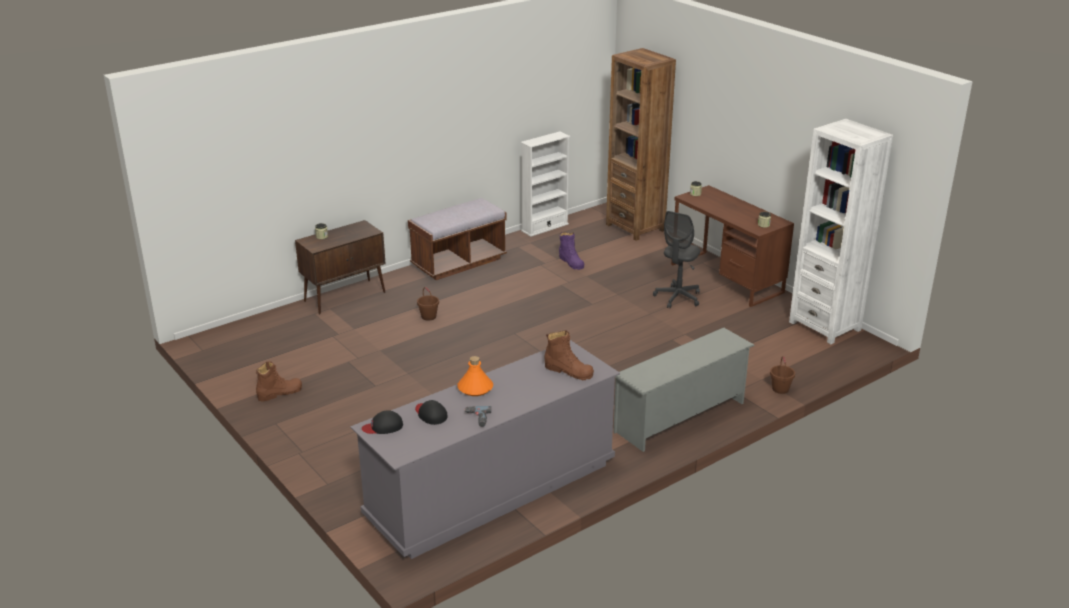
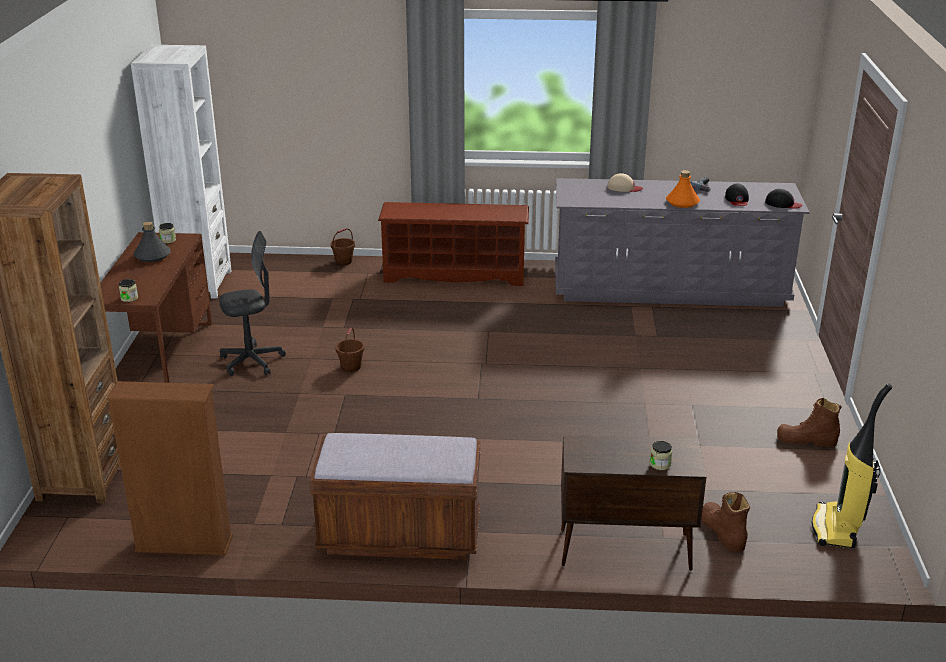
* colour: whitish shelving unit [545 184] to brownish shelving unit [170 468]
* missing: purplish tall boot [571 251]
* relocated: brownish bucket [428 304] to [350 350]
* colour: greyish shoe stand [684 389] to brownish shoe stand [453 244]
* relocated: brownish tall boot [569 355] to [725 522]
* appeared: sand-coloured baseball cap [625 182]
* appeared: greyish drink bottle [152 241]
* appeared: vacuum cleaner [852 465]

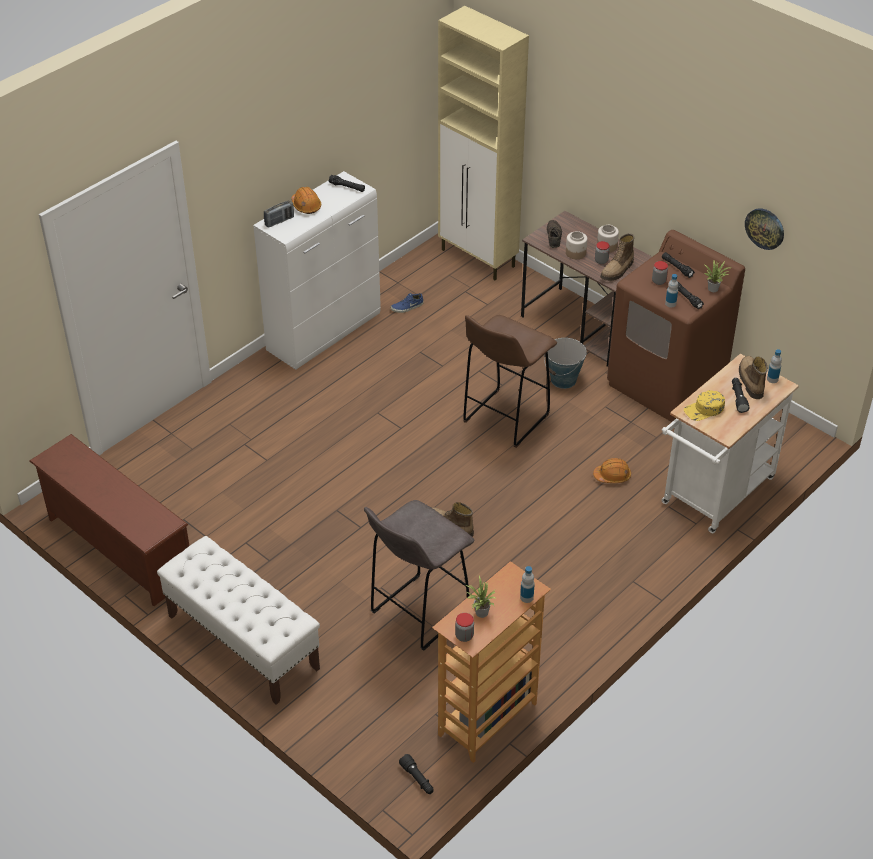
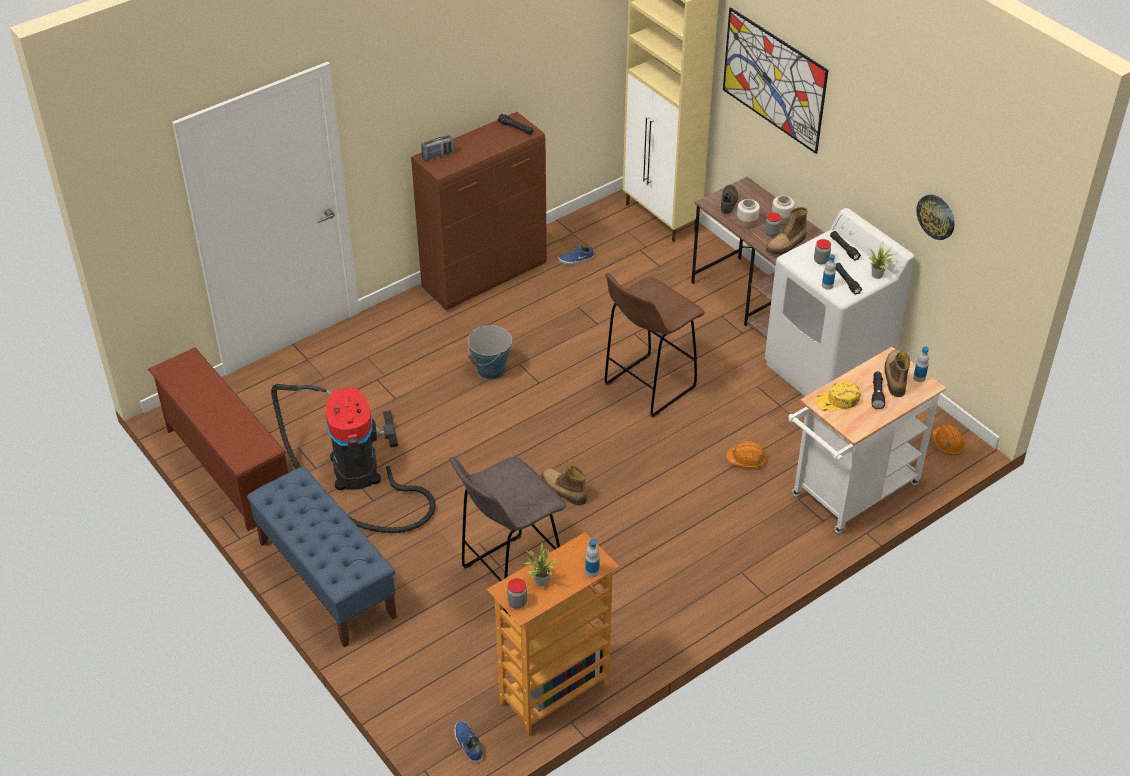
* colour: whitish storage cabinet [317 270] to brownish storage cabinet [479 211]
* relocated: orange-coloured hard hat [306 200] to [948 440]
* colour: brownish laundry appliance [676 326] to whitish laundry appliance [840 302]
* relocated: bucket [565 363] to [490 352]
* colour: whitish long seat [238 620] to bluish long seat [322 557]
* exchanged: blackish torch [416 774] to bluish low shoe [469 742]
* appeared: picture [775 80]
* appeared: vacuum cleaner [353 458]

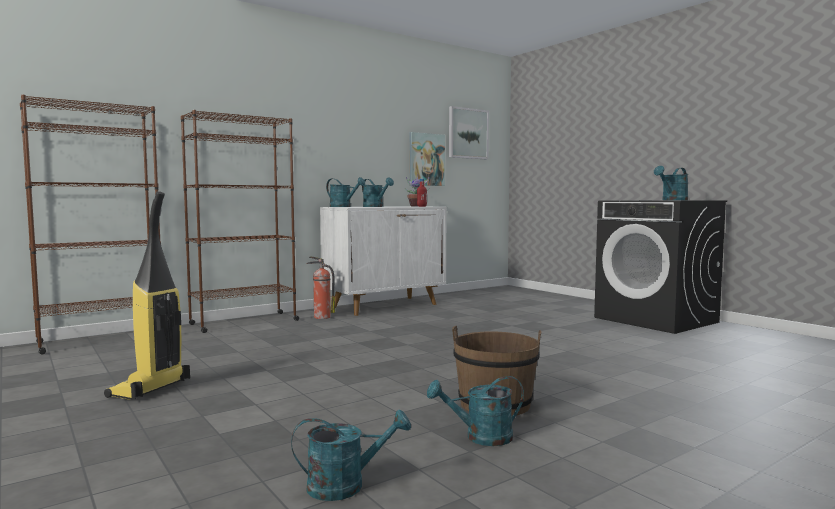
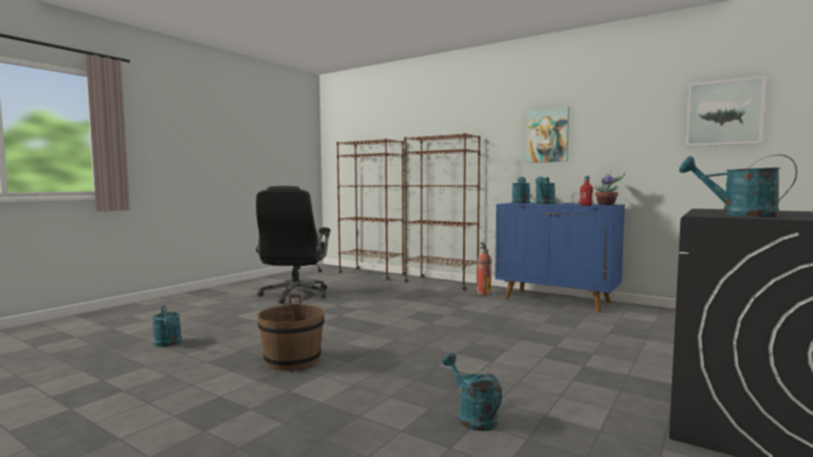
* relocated: picture [427 159] to [547 135]
* exchanged: vacuum cleaner [147 295] to blackish office chair [293 245]
* colour: whitish storage cabinet [383 261] to bluish storage cabinet [560 258]
* relocated: turquoise-coloured watering pot [475 411] to [472 392]

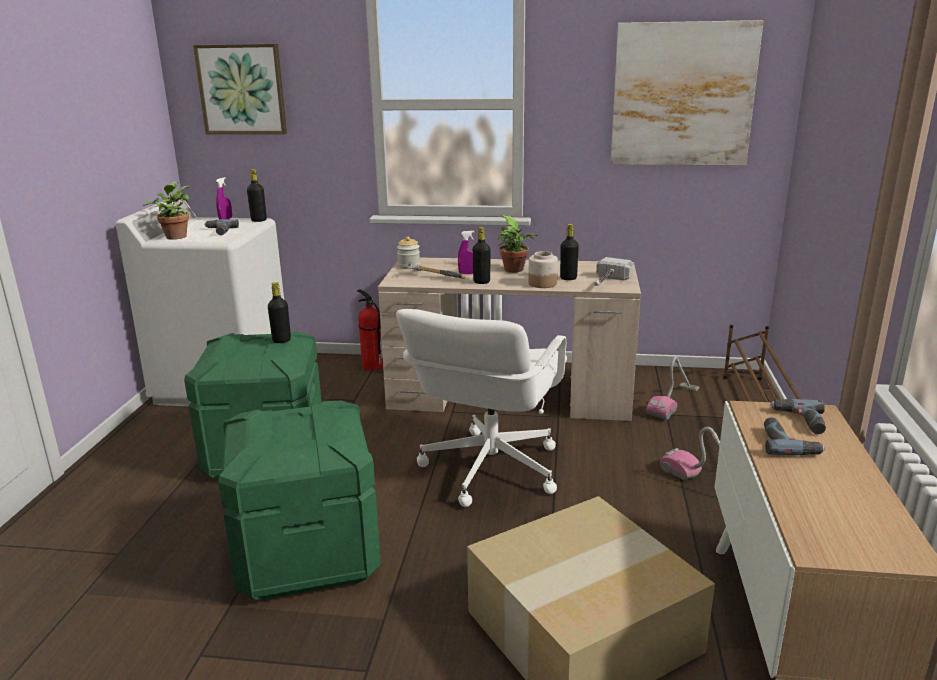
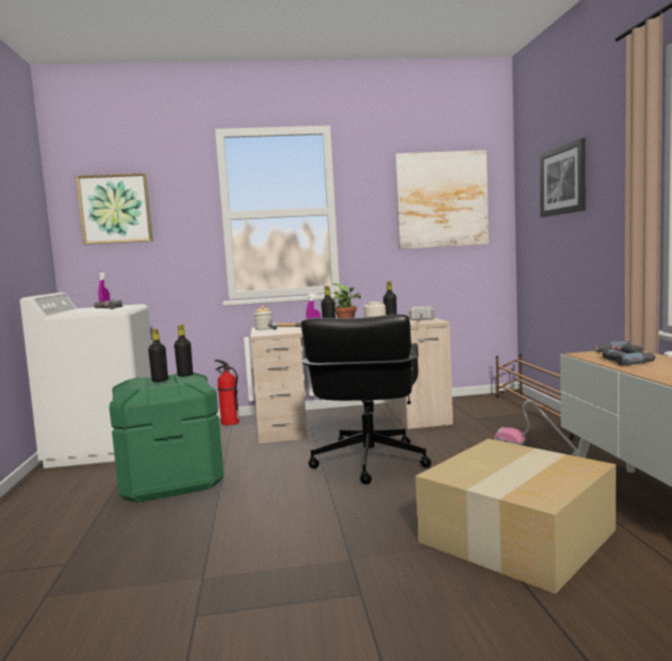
* relocated: blackish drink bottle [257 195] to [158 355]
* missing: plant in a pot [166 210]
* colour: whitish office chair [481 408] to blackish office chair [366 399]
* missing: vacuum cleaner [672 388]
* missing: green-coloured storage container [299 500]
* appeared: picture [562 177]

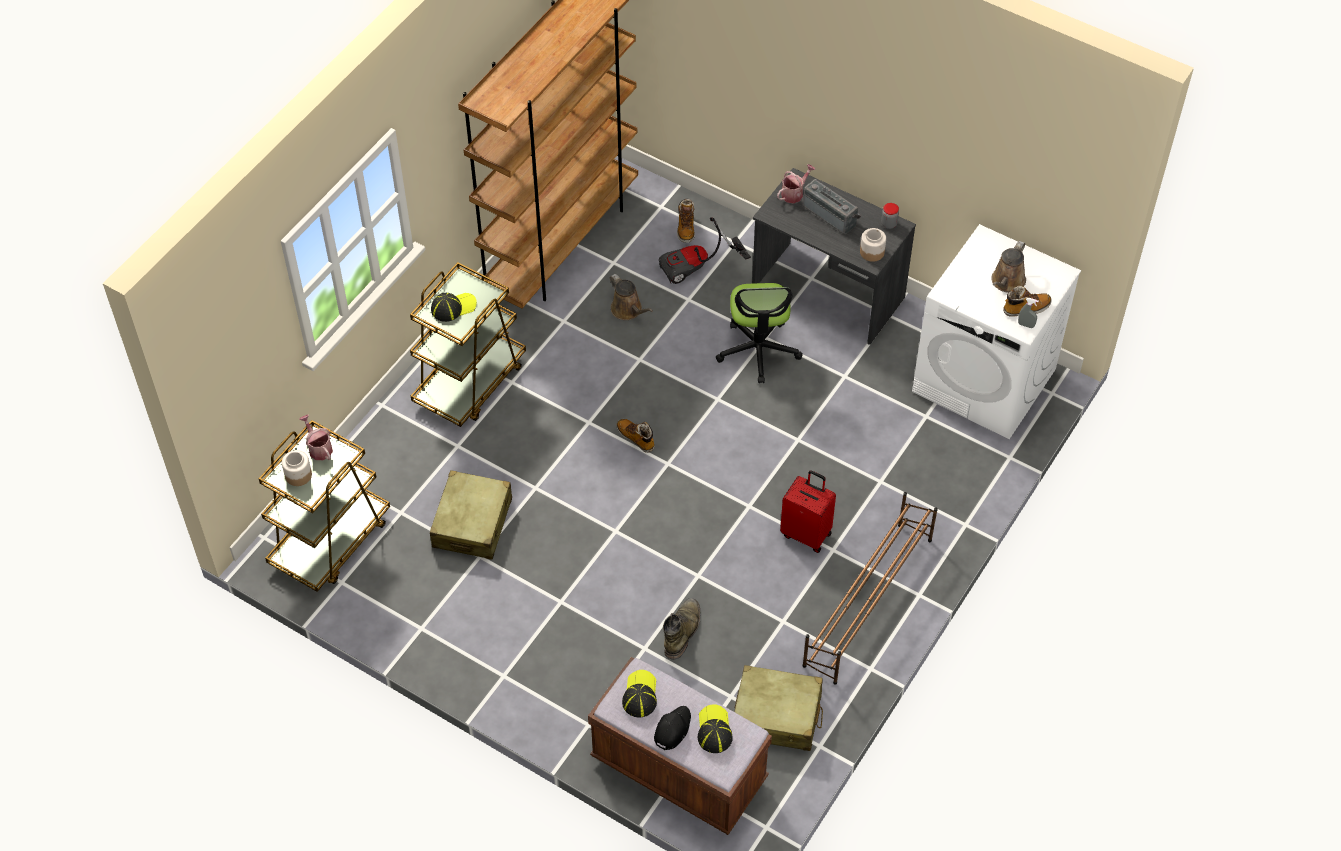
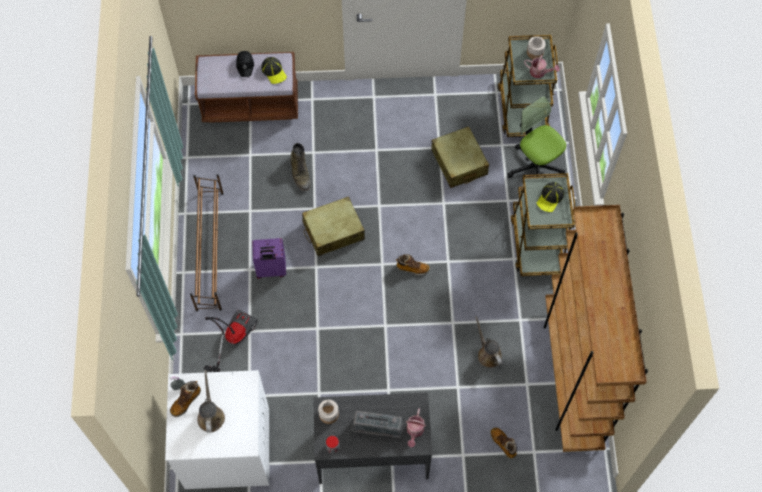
* relocated: vacuum cleaner [705 250] to [230 341]
* spun: brownish watering pot [631 297] = [488 342] 45 degrees clockwise
* relocated: office chair [759 333] to [536 137]
* colour: red-coloured travel case [808 511] to purplish travel case [269 258]
* relocated: sand-coloured travel case [778 708] to [333 226]
* missing: baseball cap [715 728]

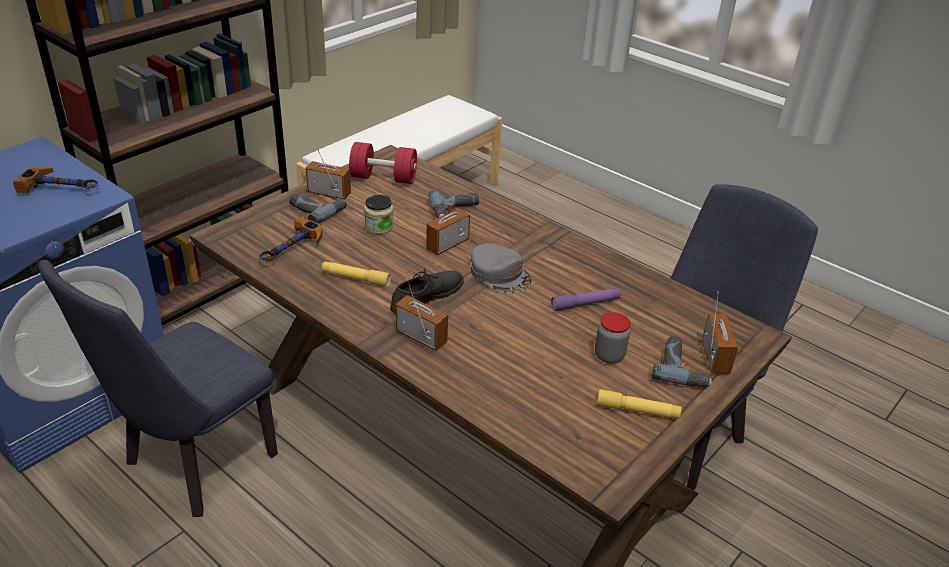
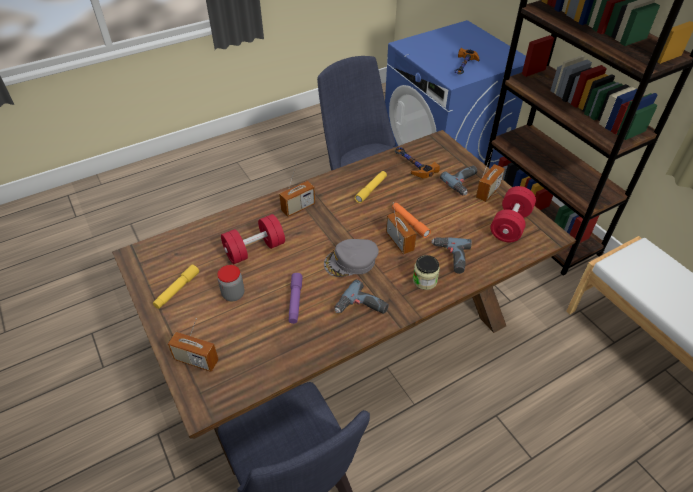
* relocated: storage jar [379 214] to [426 272]
* missing: greyish low shoe [427 291]
* relocated: drill [682 362] to [362 297]
* appeared: orange-coloured torch [411 220]
* appeared: red-coloured dumbbell [253 239]

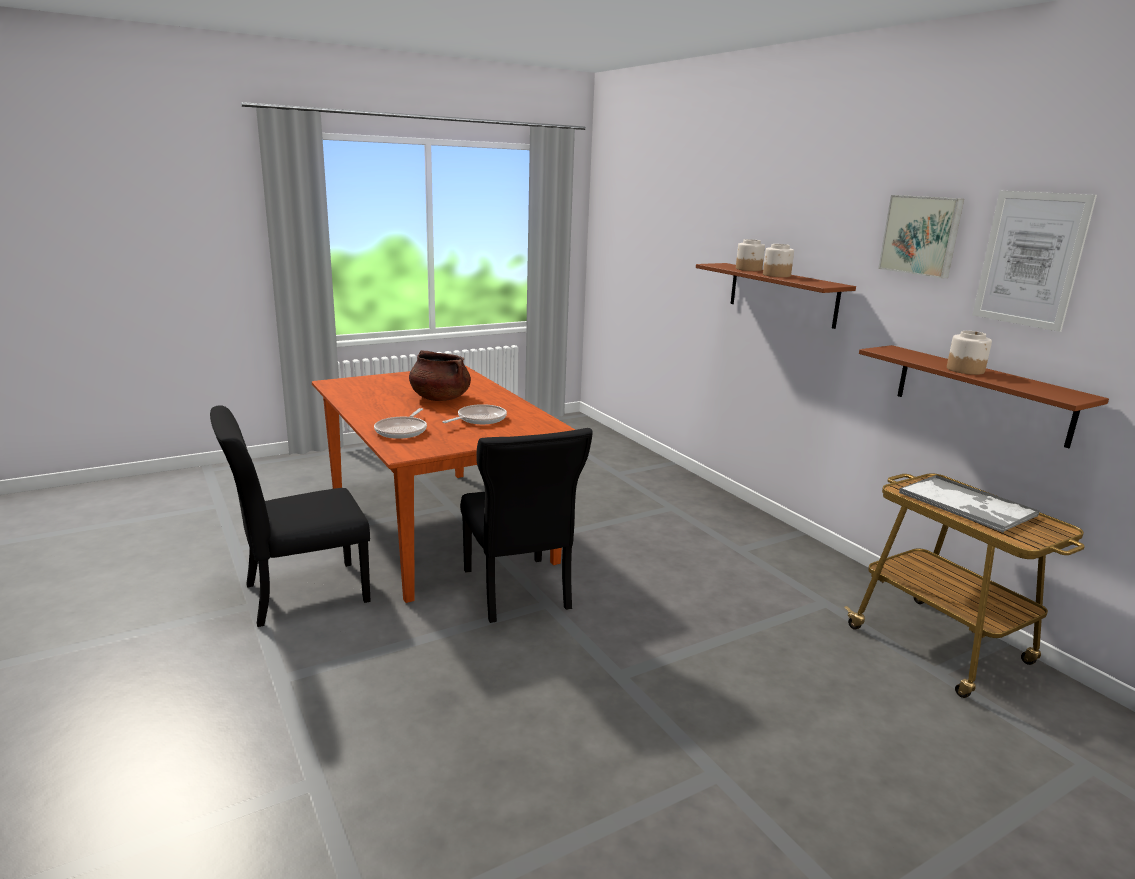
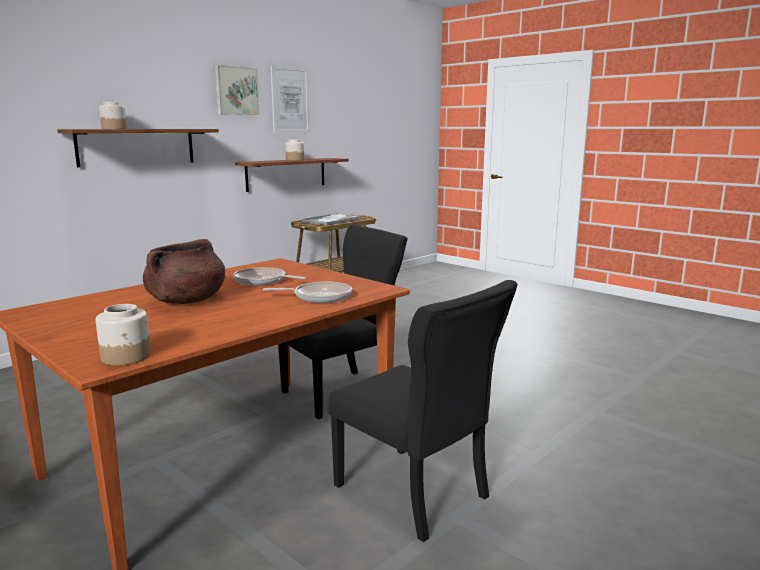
* relocated: storage jar [778 260] to [123 335]

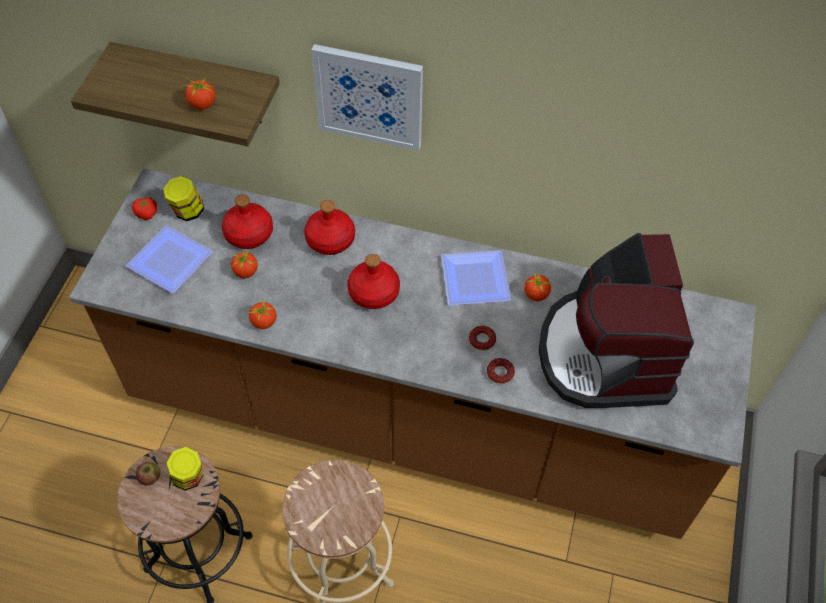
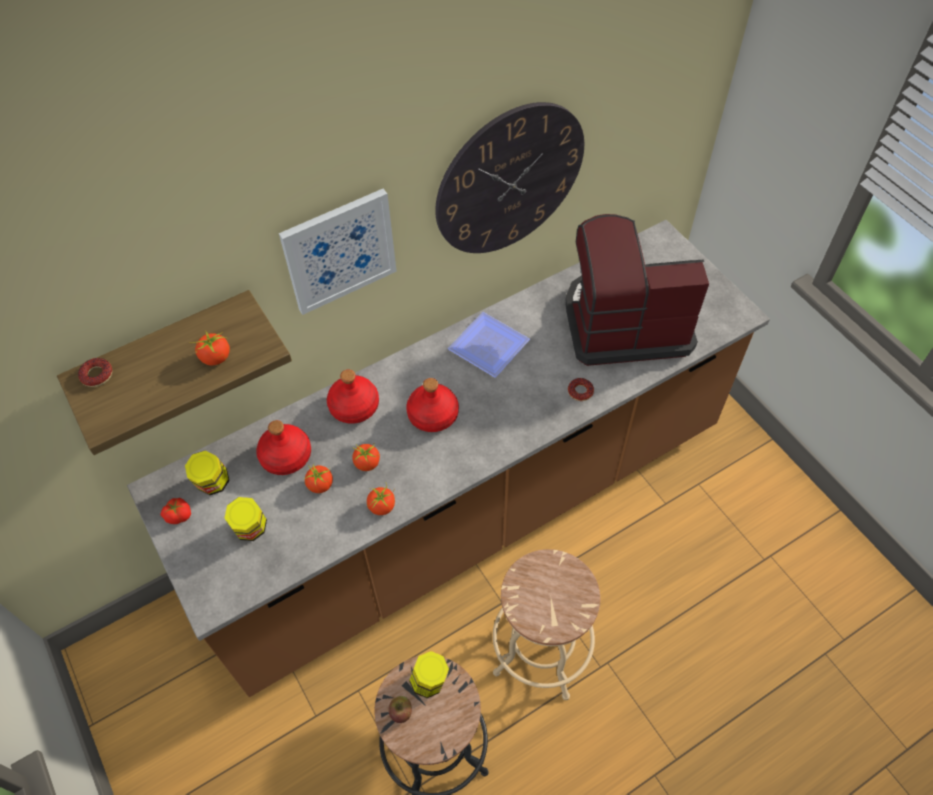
* exchanged: dinner plate [169 259] to storage jar [245 519]
* spun: coffee maker [616 320] = [637 290] 135 degrees clockwise
* relocated: tomato [538 286] to [366 457]
* relocated: donut [482 338] to [95 372]
* appeared: clock on the wall [509 177]

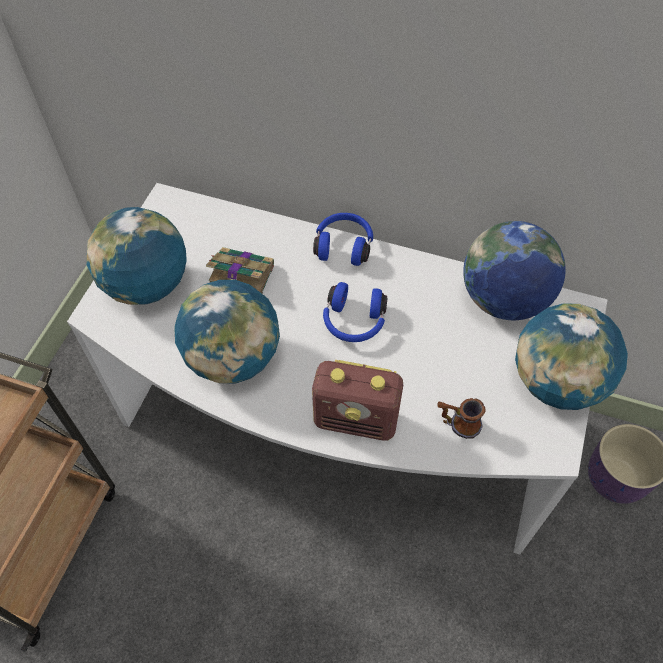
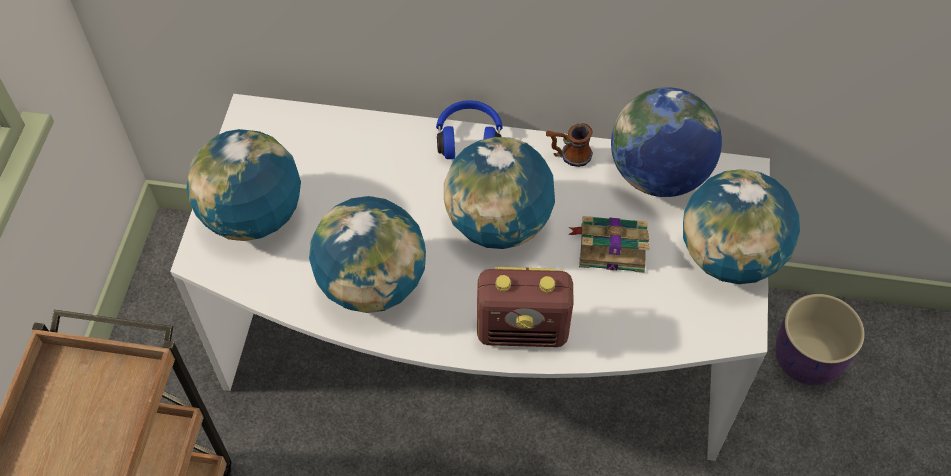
* relocated: bound book [240 270] to [608 244]
* exchanged: bluish pair of headphones [355 312] to globe [499 193]
* relocated: tea mug [461 418] to [569 145]

